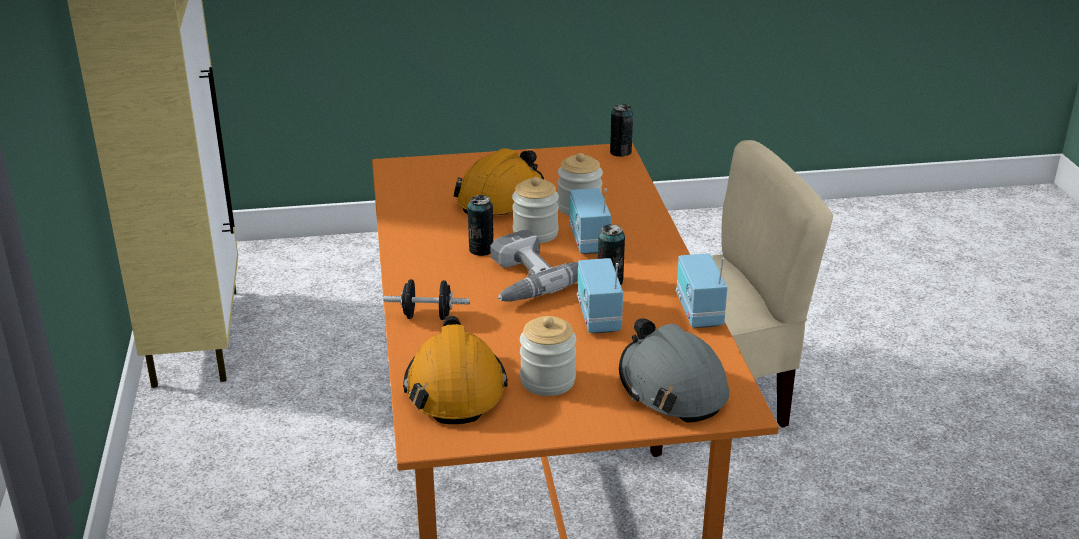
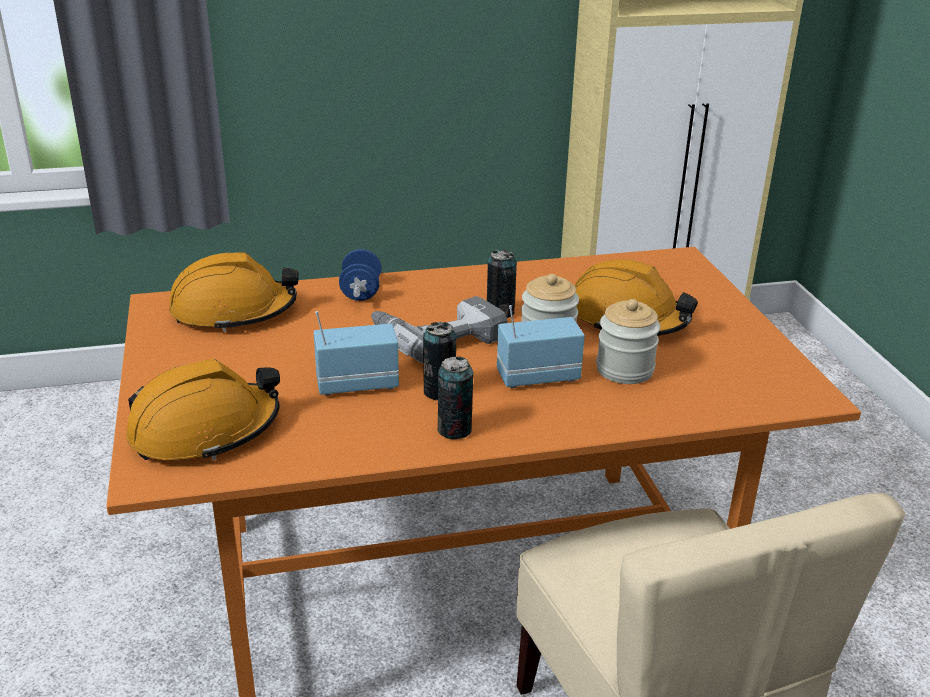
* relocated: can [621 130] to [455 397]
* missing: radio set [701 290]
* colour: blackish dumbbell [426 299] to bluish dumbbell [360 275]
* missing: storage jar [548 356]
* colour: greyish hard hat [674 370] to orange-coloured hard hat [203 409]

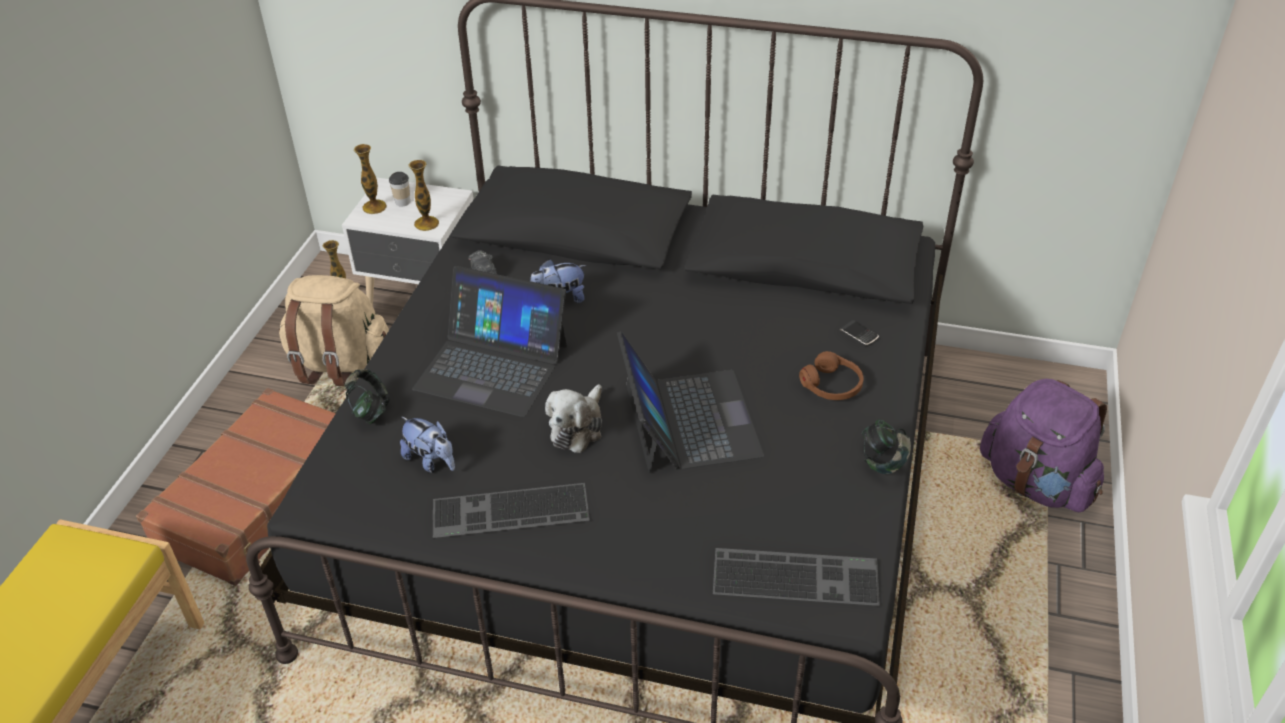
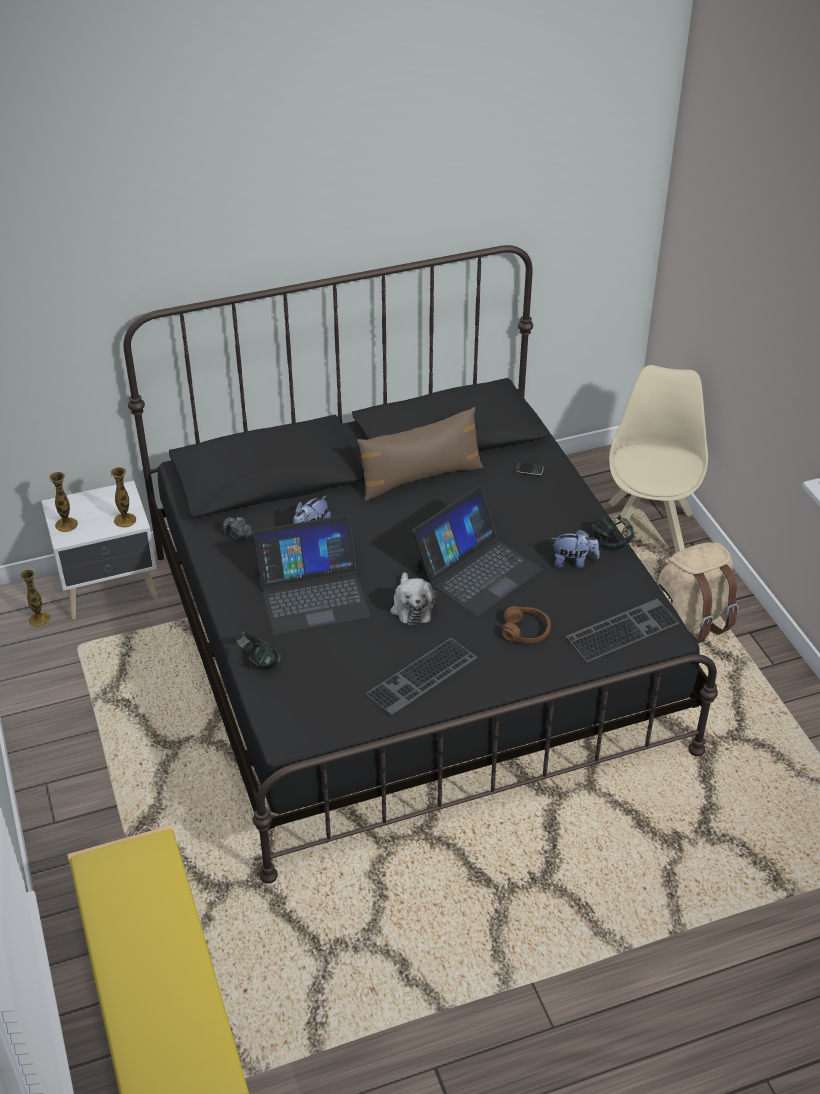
* missing: small cup [399 189]
* relocated: sand-coloured knapsack [334 330] to [698 592]
* spun: portable computer [690 402] = [477 551] 90 degrees clockwise
* relocated: brownish pair of headphones [831 375] to [526 624]
* exchanged: purplish knapsack [1043 445] to sand-coloured plain chair [658 459]
* missing: brownish travel case [236 487]
* relocated: cuddly toy [427 445] to [575 548]
* appeared: brownish throw pillow [420 454]

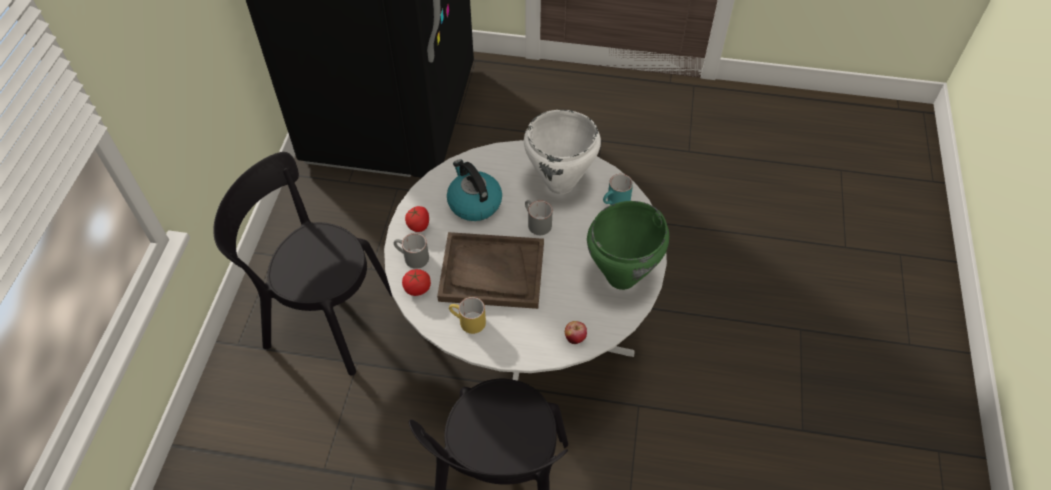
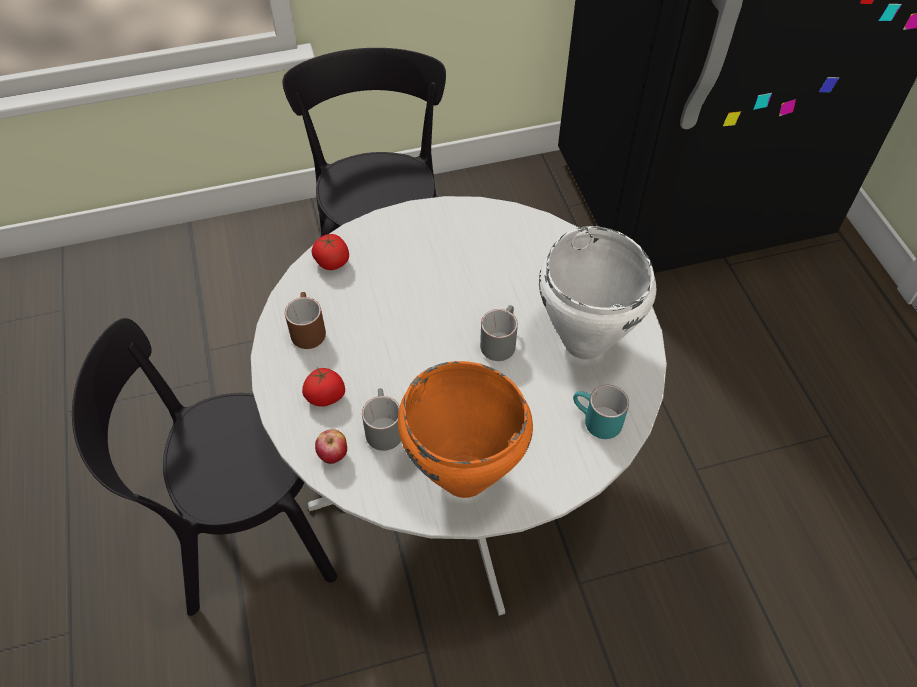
* missing: kettle [474 190]
* colour: green-coloured stockpot [628 245] to orange-coloured stockpot [465 429]
* relocated: tomato [417 219] to [323 387]
* missing: brownish serving tray [490 270]
* relocated: greyish tea mug [411 251] to [381 419]
* colour: yellow-coloured tea mug [467 315] to brownish tea mug [305 320]

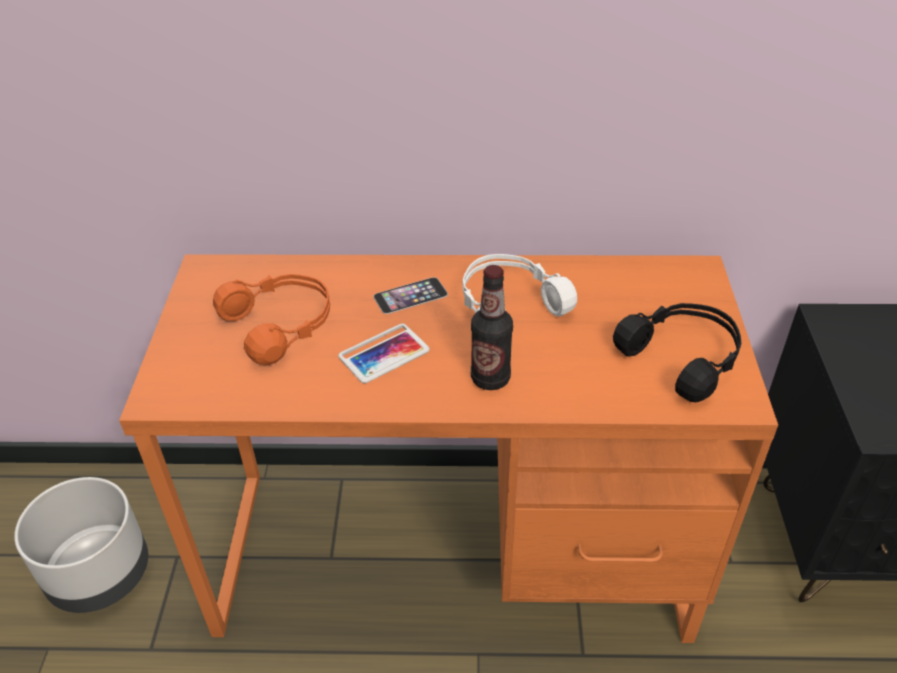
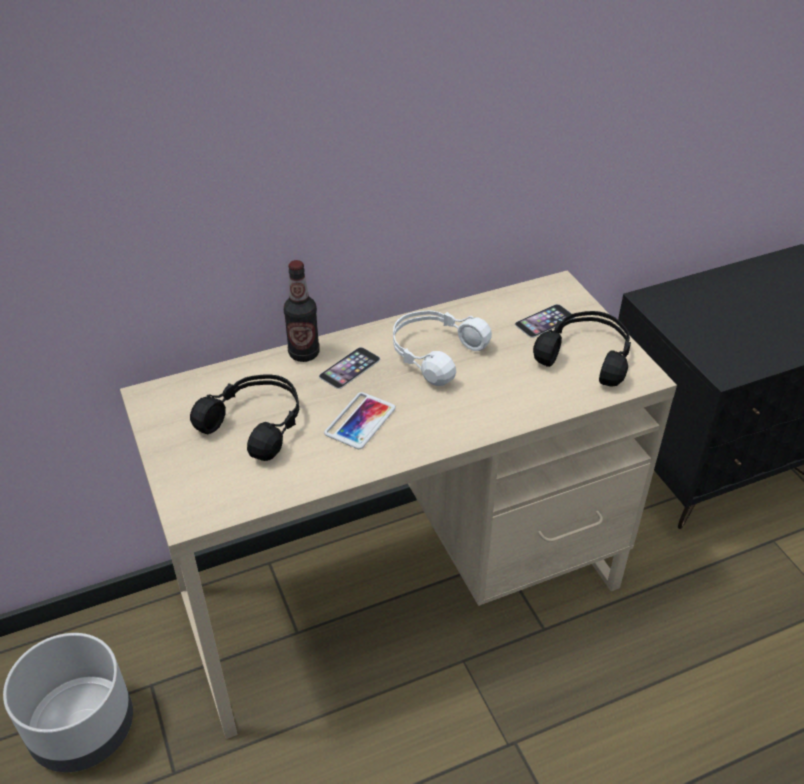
* colour: orange-coloured desk unit [448 448] to sand-coloured desk unit [398 504]
* relocated: drink bottle [492 327] to [302 311]
* colour: orange-coloured pair of headphones [271 319] to blackish pair of headphones [244 417]
* appeared: telephone [545 321]

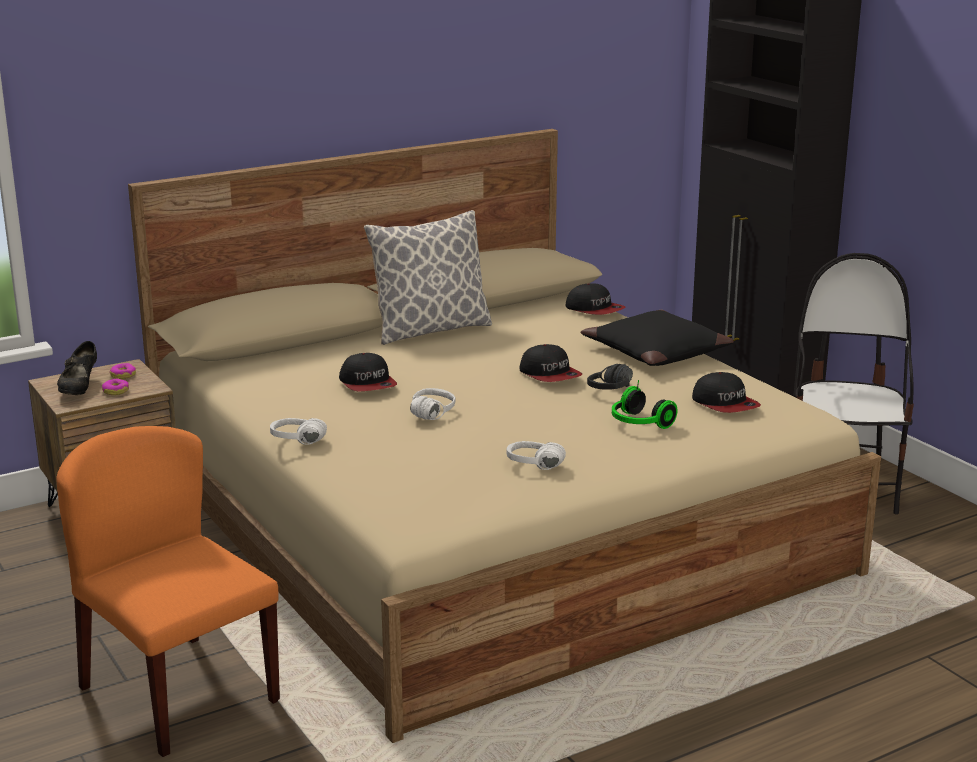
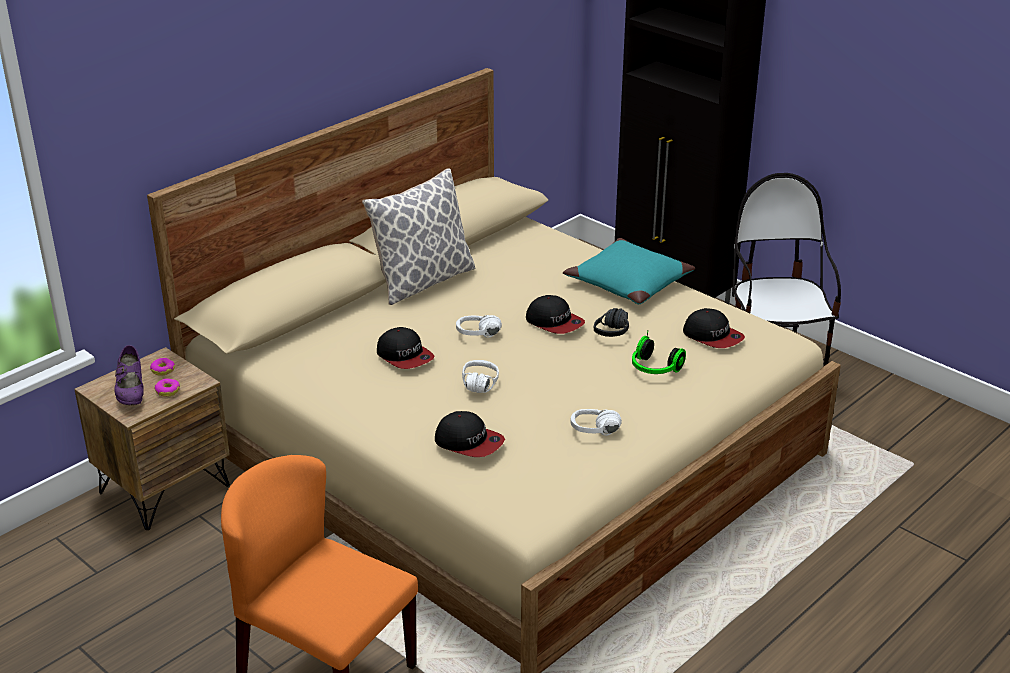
* relocated: baseball cap [596 299] to [470 434]
* colour: blackish throw pillow [657 338] to turquoise-coloured throw pillow [629 271]
* colour: blackish low shoe [77 368] to purplish low shoe [129 375]
* relocated: whitish pair of headphones [298 431] to [479 326]

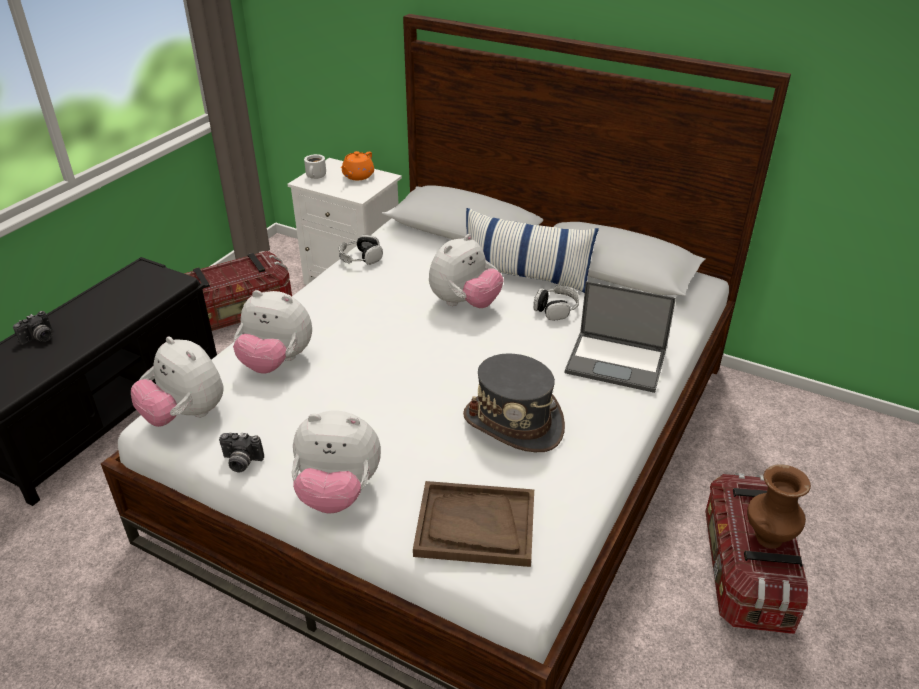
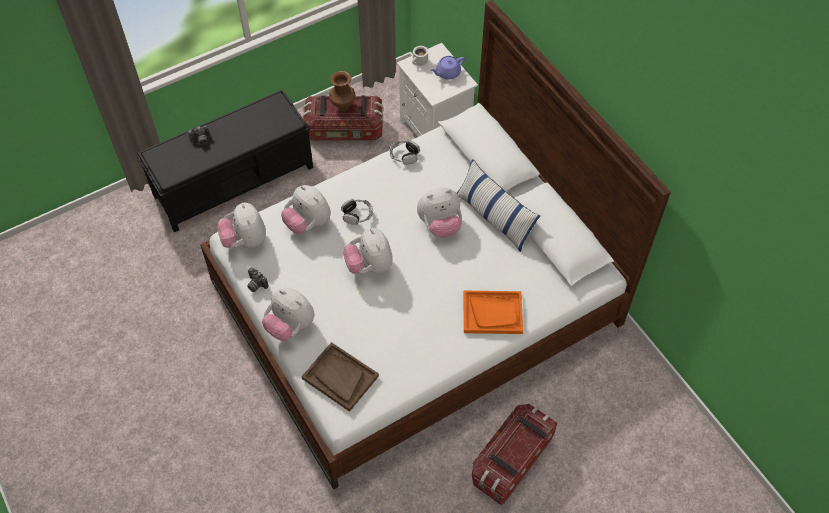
* colour: orange-coloured tea pot [357 165] to purplish tea pot [448 68]
* exchanged: portable computer [620 337] to orange-coloured serving tray [493 312]
* relocated: pair of headphones [556 302] to [357 212]
* missing: greyish clothing hat [514 402]
* relocated: brownish decorative vase [779 506] to [342 91]
* appeared: cuddly toy [368 251]

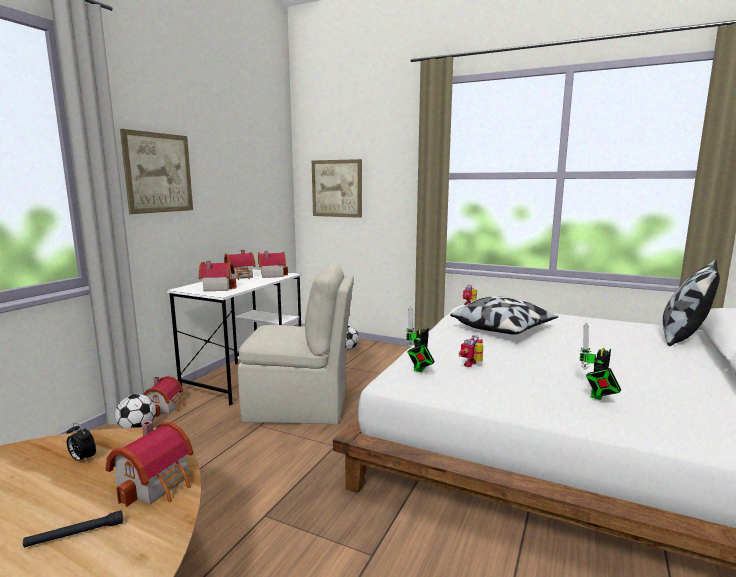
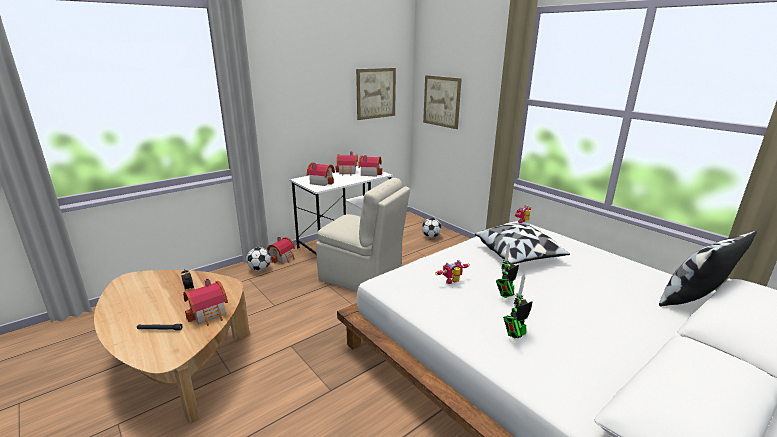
* relocated: picture [156 171] to [376 94]
* relocated: model robot [420 339] to [507 270]

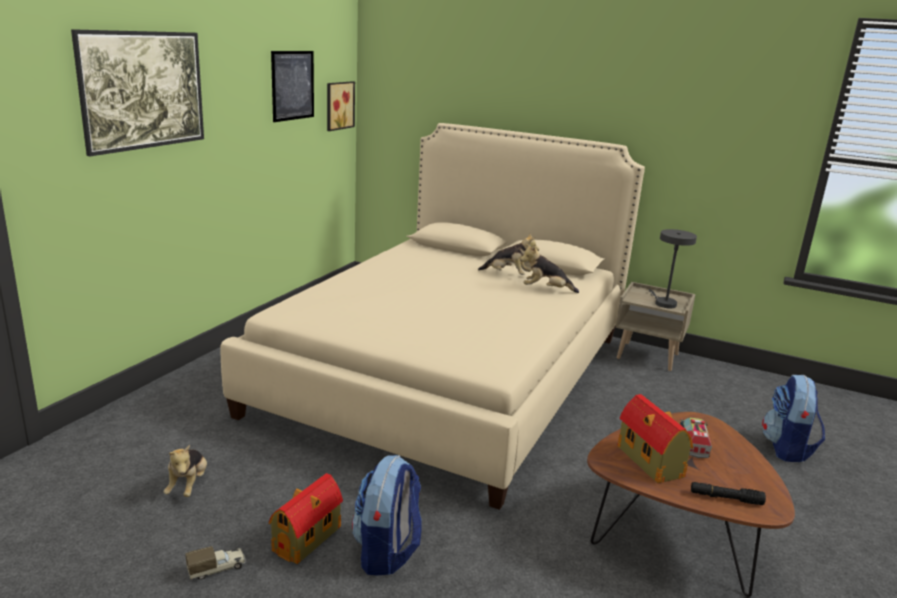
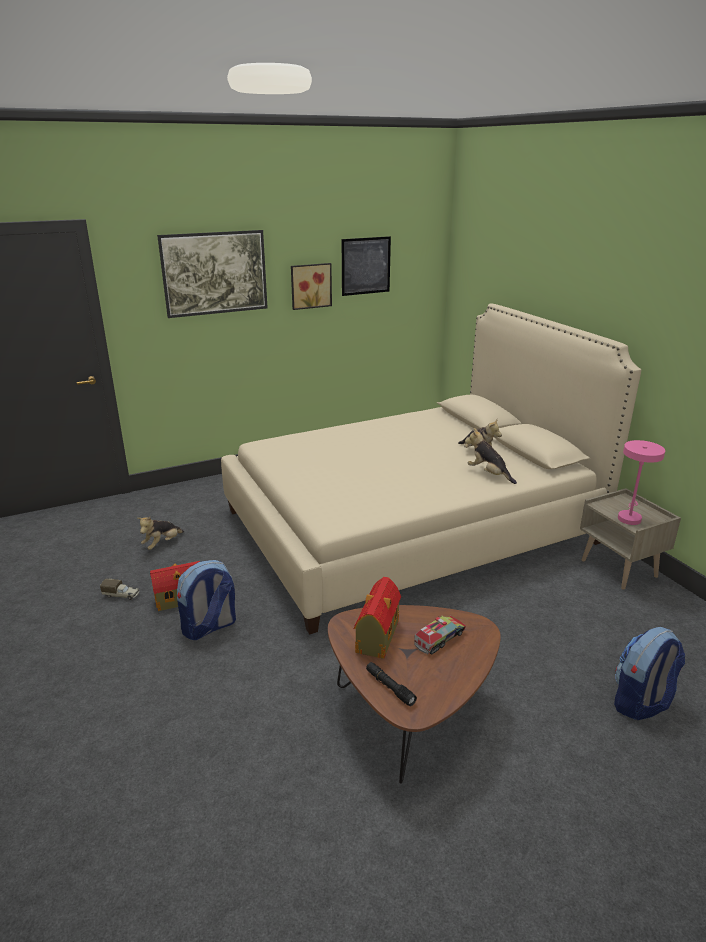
* relocated: picture [341 106] to [311 286]
* colour: greyish table lamp [673 268] to pink table lamp [641 482]

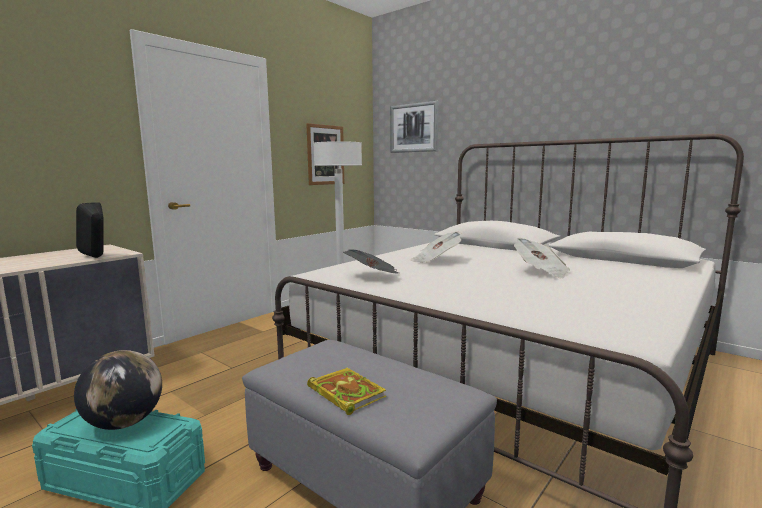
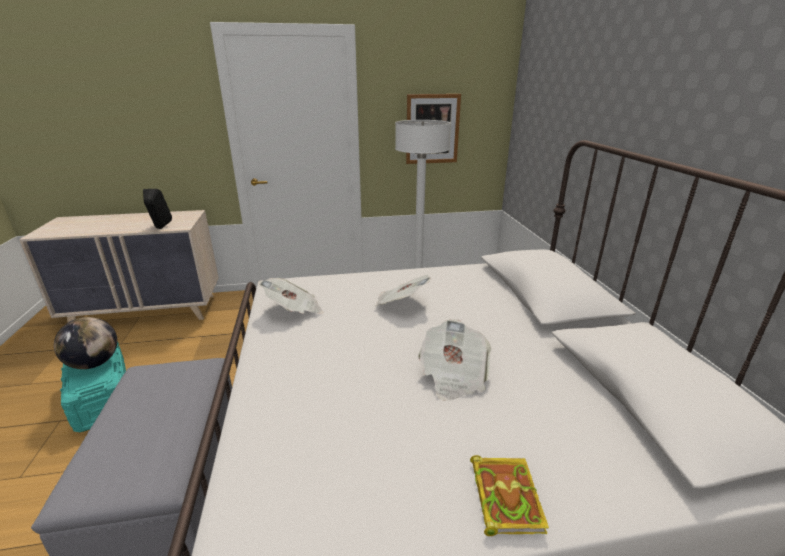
* missing: picture [414 127]
* relocated: bound book [346 391] to [509 495]

